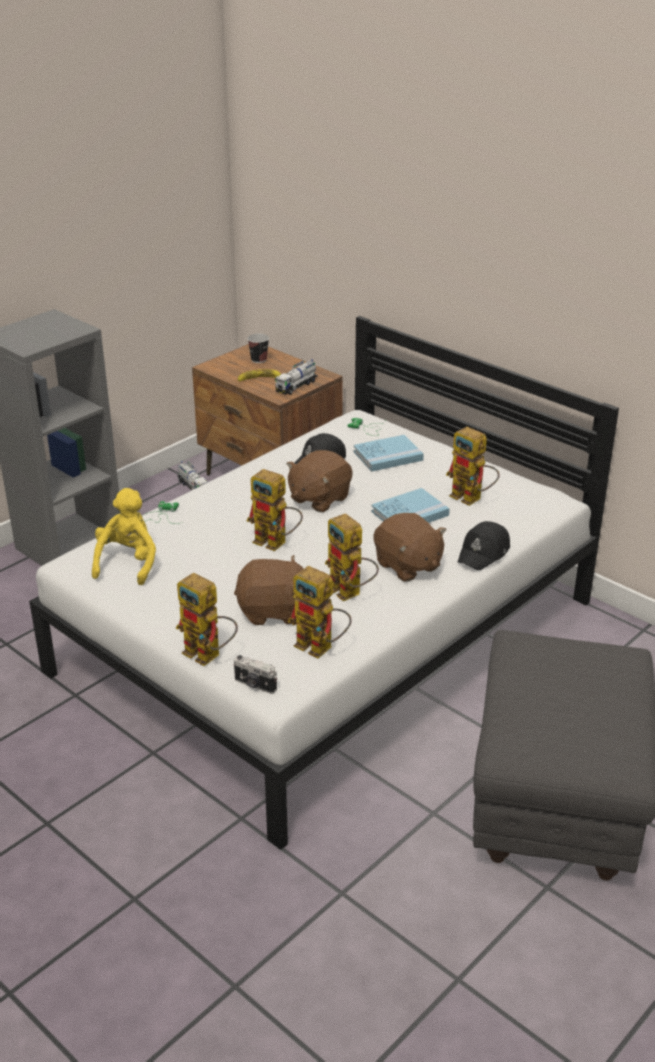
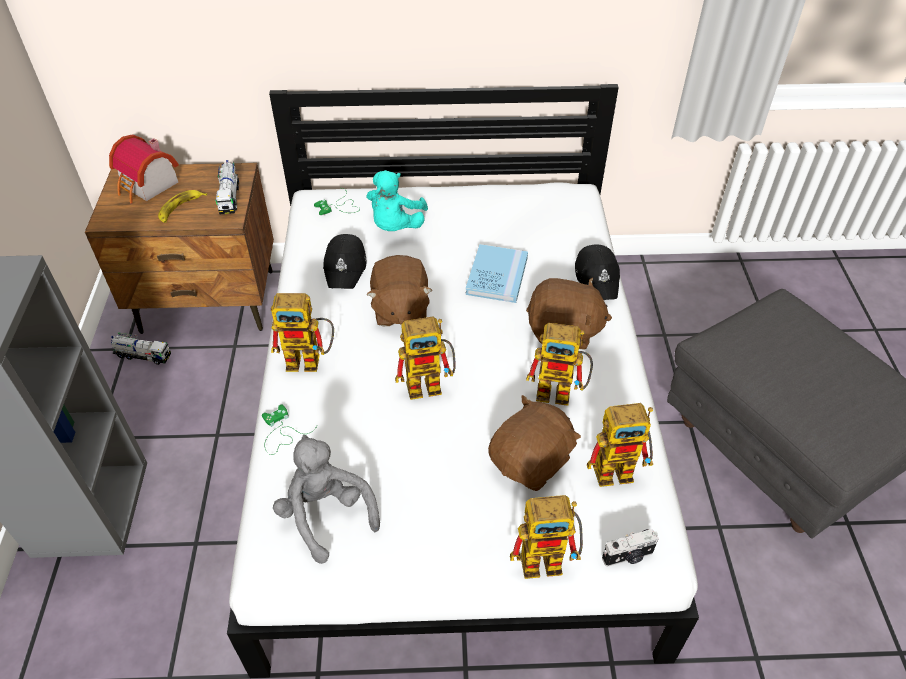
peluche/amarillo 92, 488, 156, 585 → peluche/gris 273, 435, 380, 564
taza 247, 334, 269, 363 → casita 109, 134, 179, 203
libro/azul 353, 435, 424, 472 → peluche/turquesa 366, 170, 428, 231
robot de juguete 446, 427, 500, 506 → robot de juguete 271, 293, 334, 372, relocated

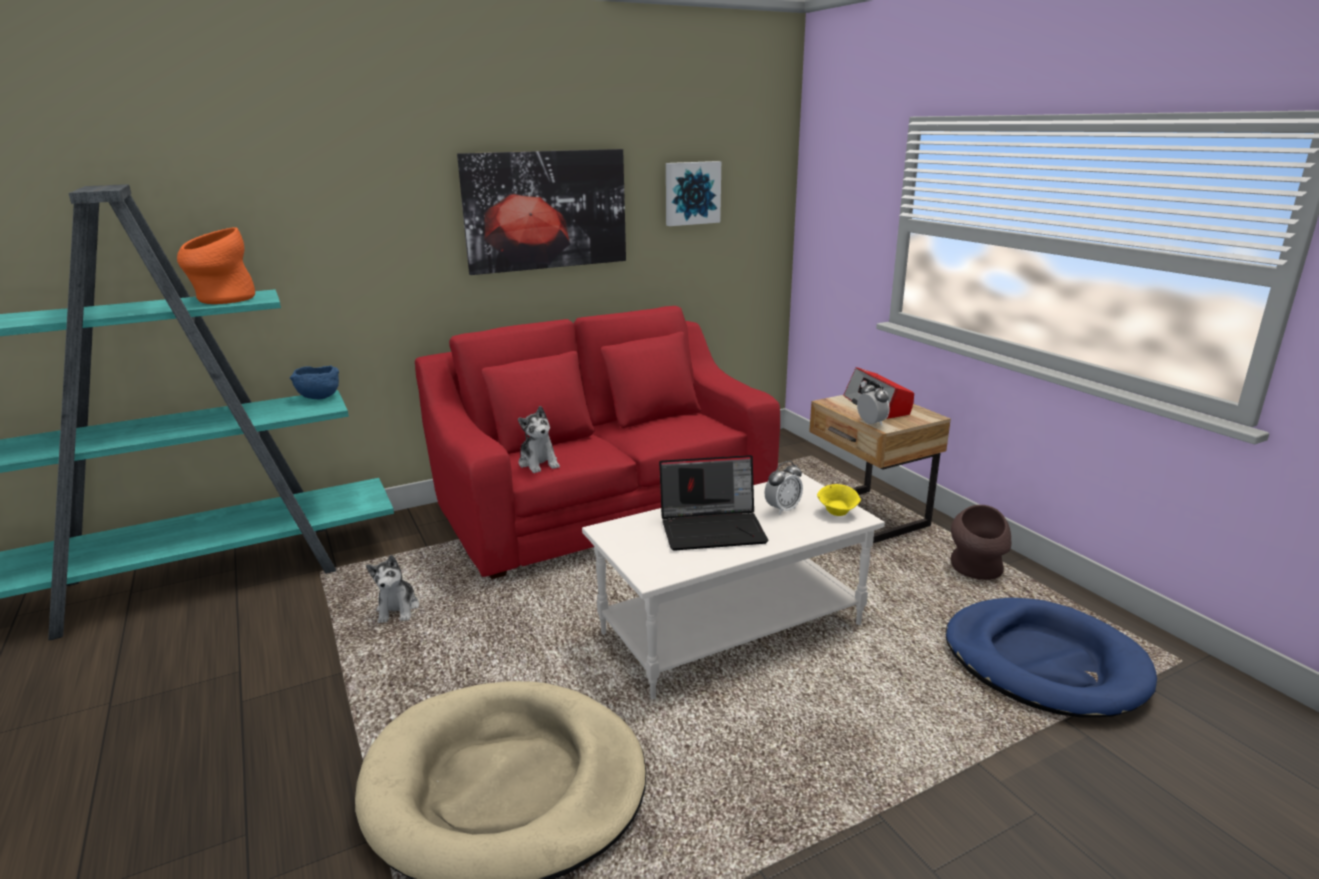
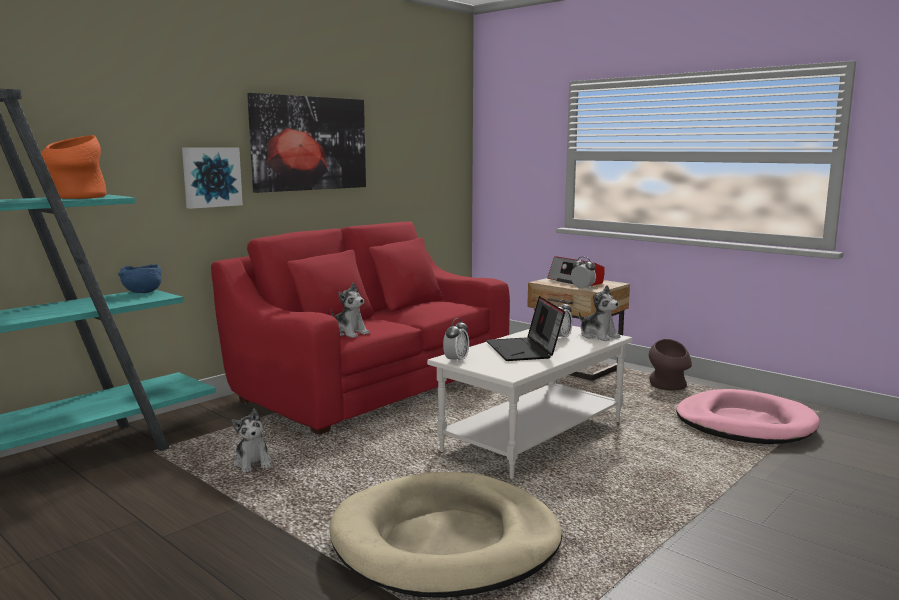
portátil 659, 455, 768, 551 → portátil 486, 296, 565, 361, 105 degrees clockwise
cuadro 666, 161, 721, 226 → cuadro 182, 148, 243, 209, relocated
cuenco/amarillo 817, 484, 861, 516 → peluche 579, 285, 621, 341
cama para perro/azul 946, 598, 1157, 717 → cama para perro/rosa 676, 389, 820, 444
- → despertador 443, 318, 469, 364

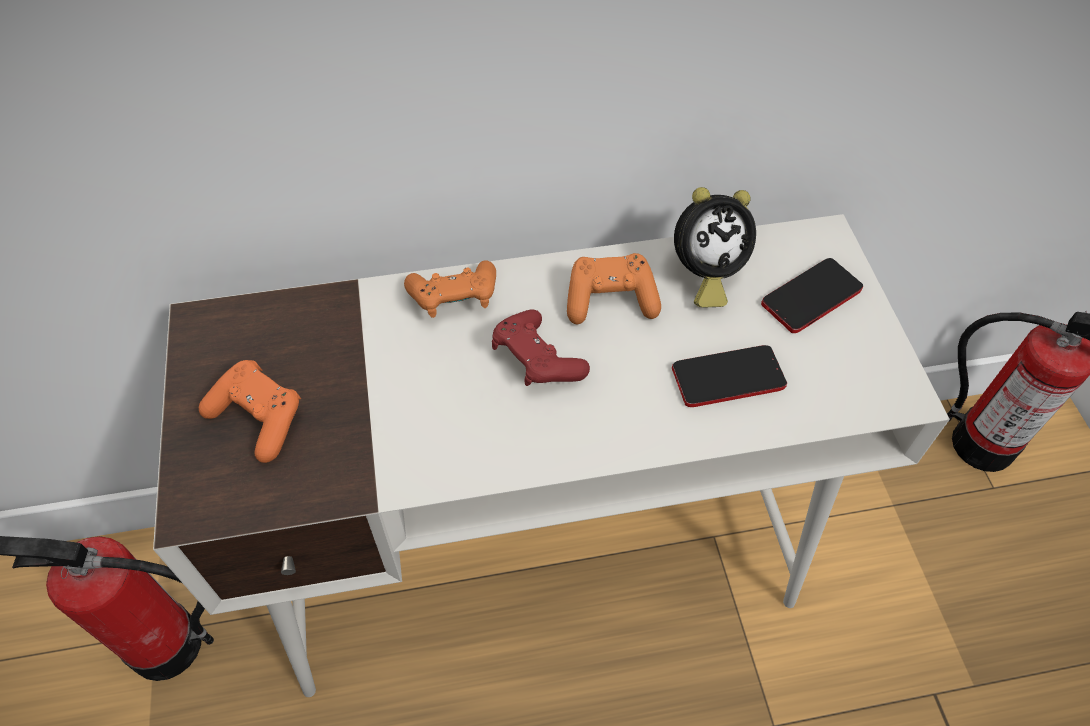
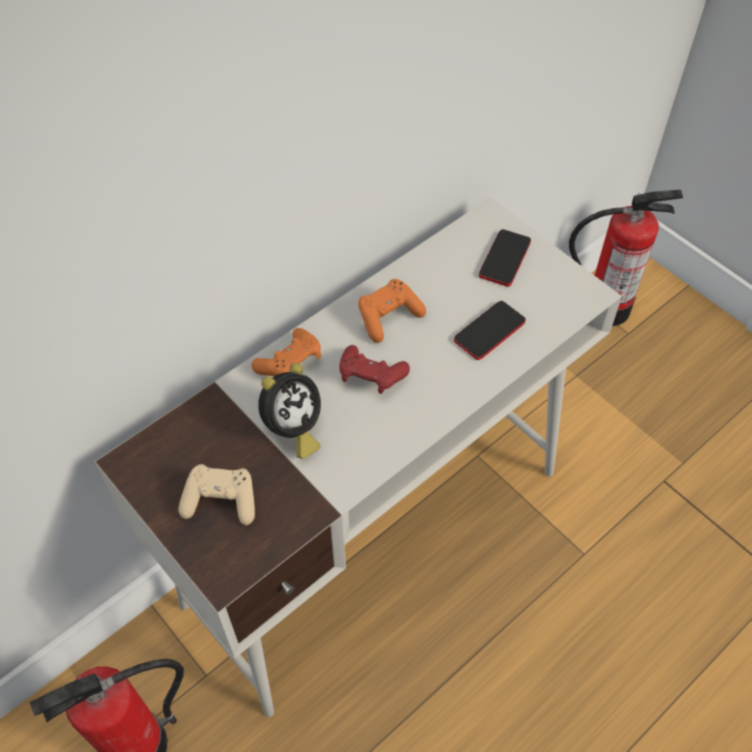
mando de consola/naranja 199, 360, 301, 463 → mando de consola/beis 178, 464, 255, 525
despertador 674, 187, 756, 307 → despertador 258, 363, 321, 459, relocated

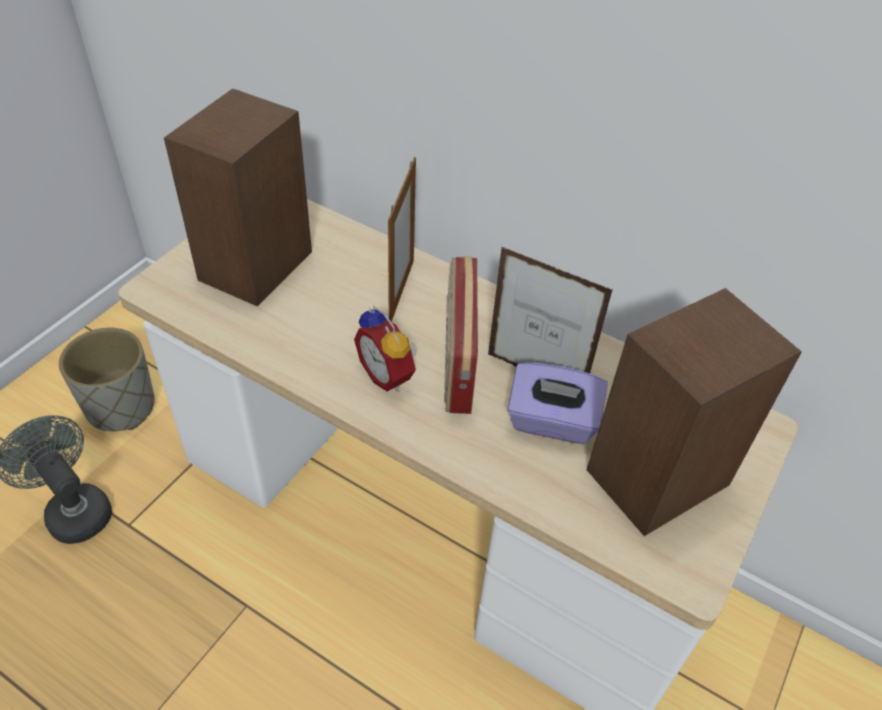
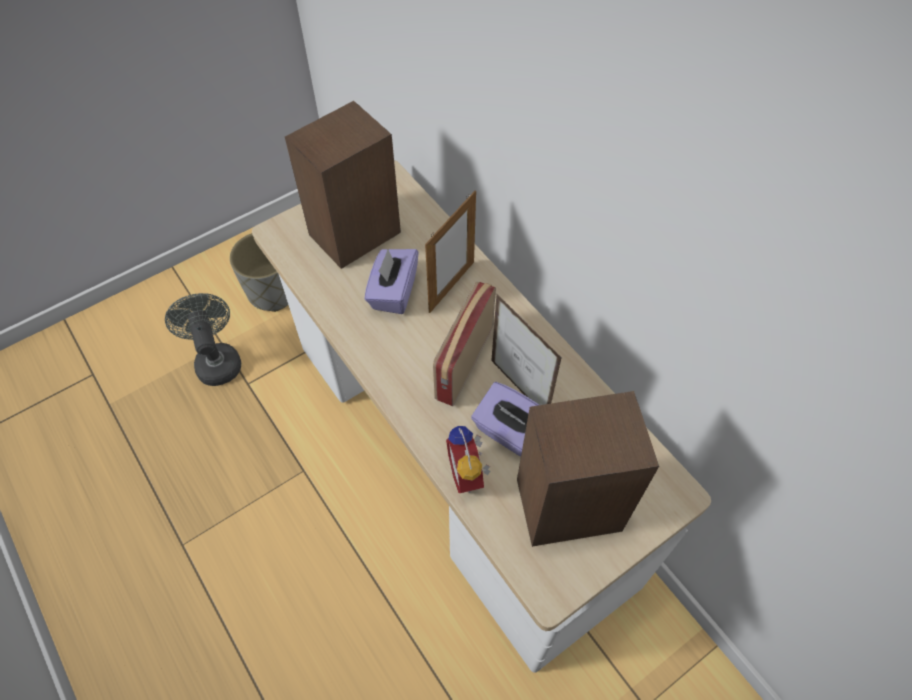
despertador 354, 306, 417, 392 → despertador 446, 426, 491, 493, relocated
- → caja de pañuelos/morado 365, 249, 419, 314

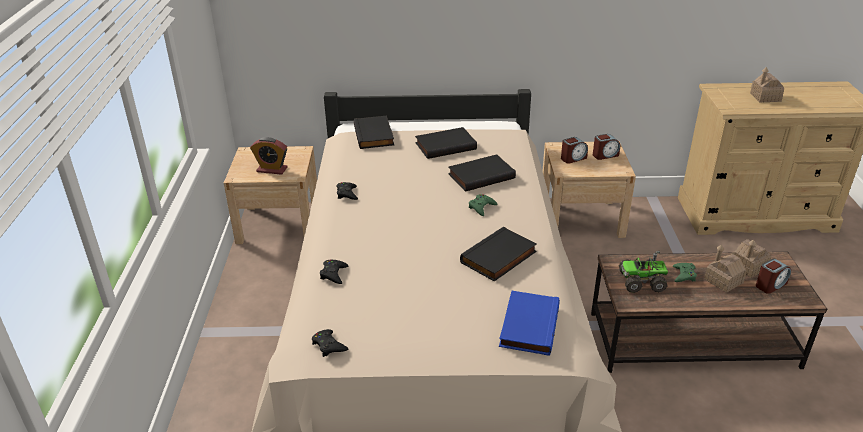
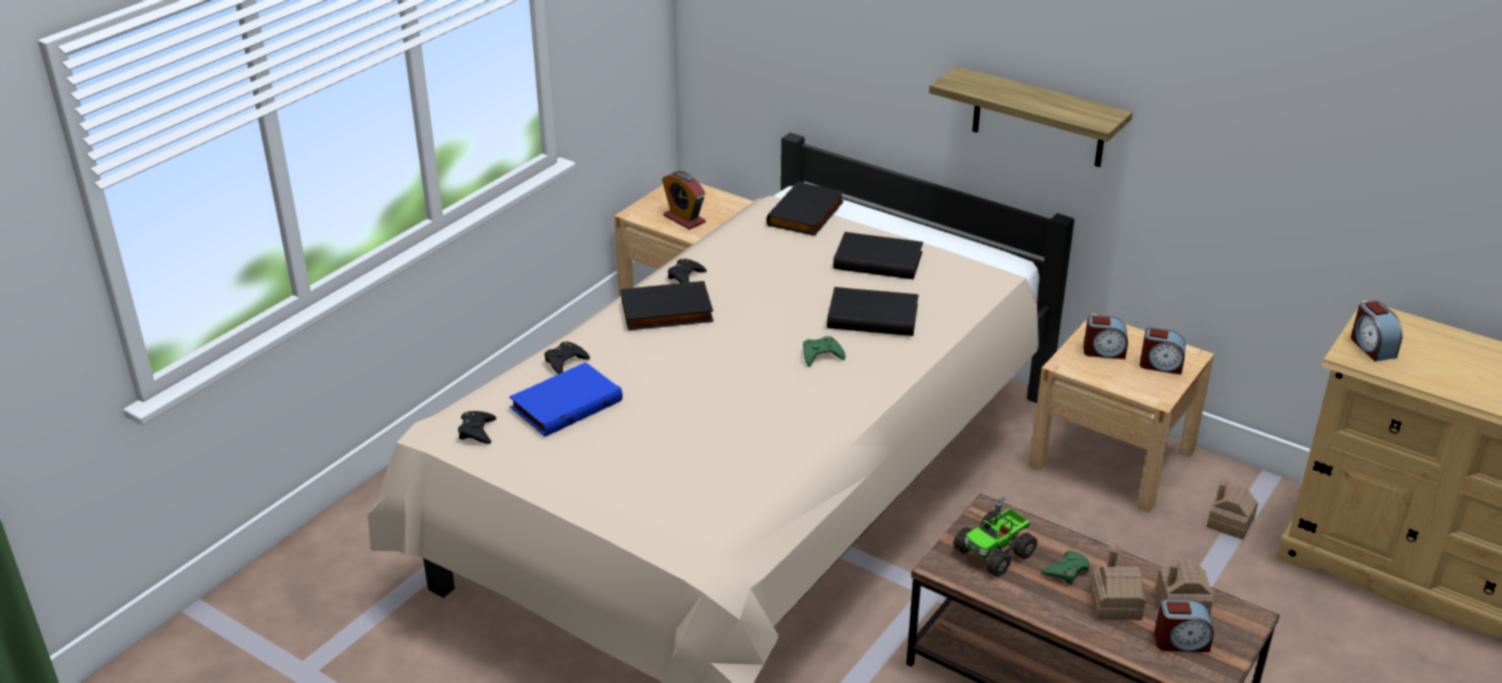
libro/negro 460, 227, 537, 281 → libro/negro 621, 281, 713, 330, relocated
libro/azul 499, 291, 560, 356 → libro/azul 509, 362, 623, 436, relocated
camión de juguete 619, 251, 668, 293 → camión de juguete 953, 496, 1037, 577, 75 degrees counterclockwise
casita 750, 67, 784, 102 → casita 1207, 477, 1258, 540, relocated
- → estante 929, 66, 1133, 167
- → despertador 1351, 301, 1403, 362

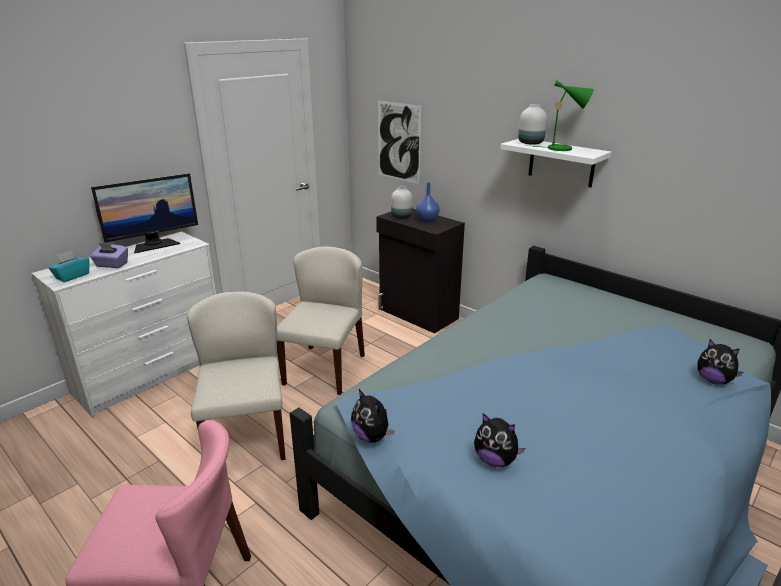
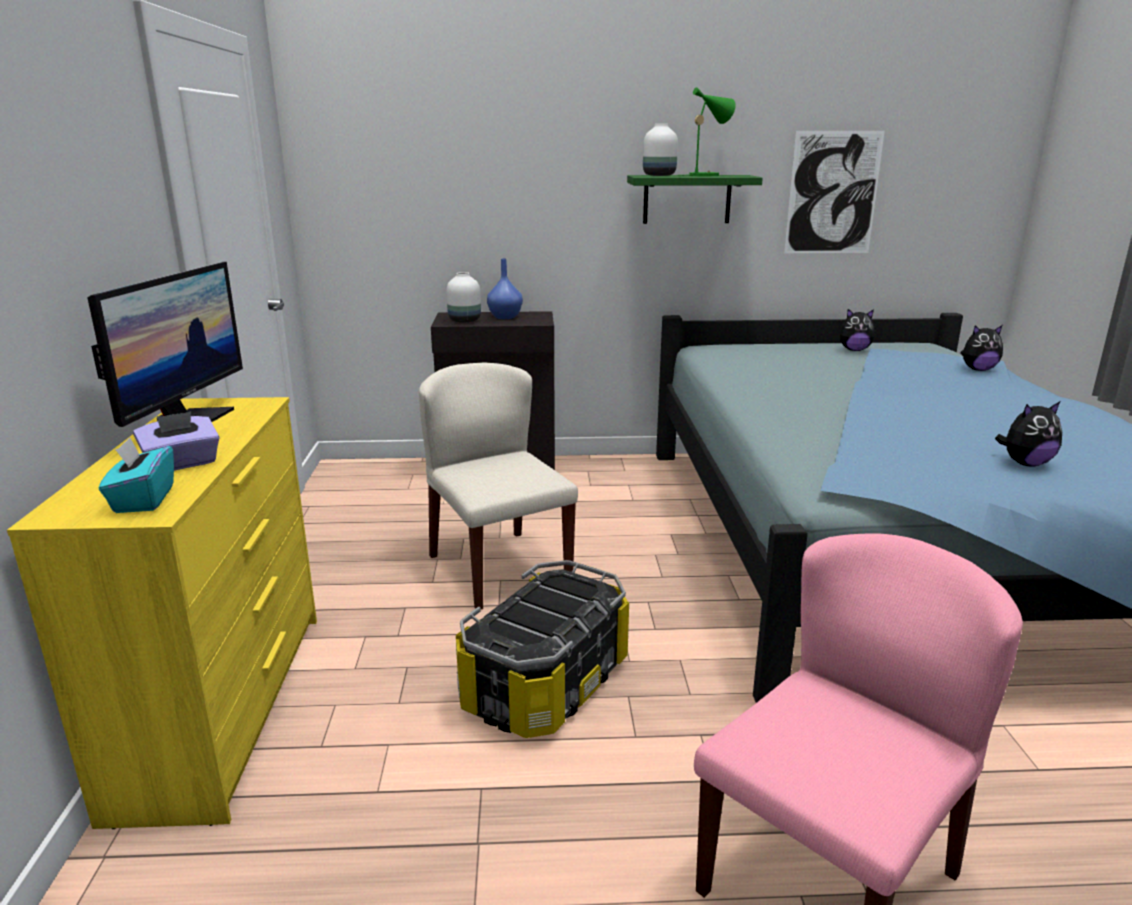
cómoda/blanco 31, 231, 216, 417 → cómoda/amarillo 7, 397, 317, 829
silla/beis 187, 291, 286, 460 → caja de almacenaje 456, 560, 629, 738
peluche 351, 389, 395, 443 → peluche 840, 309, 875, 351, relocated
cuadro 378, 101, 421, 184 → cuadro 784, 131, 885, 253, relocated
estante/blanco 500, 139, 612, 187 → estante/verde 627, 175, 763, 224

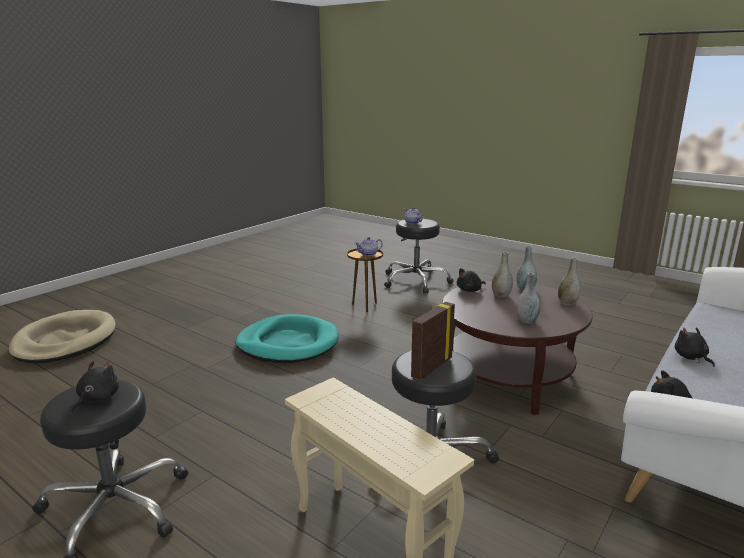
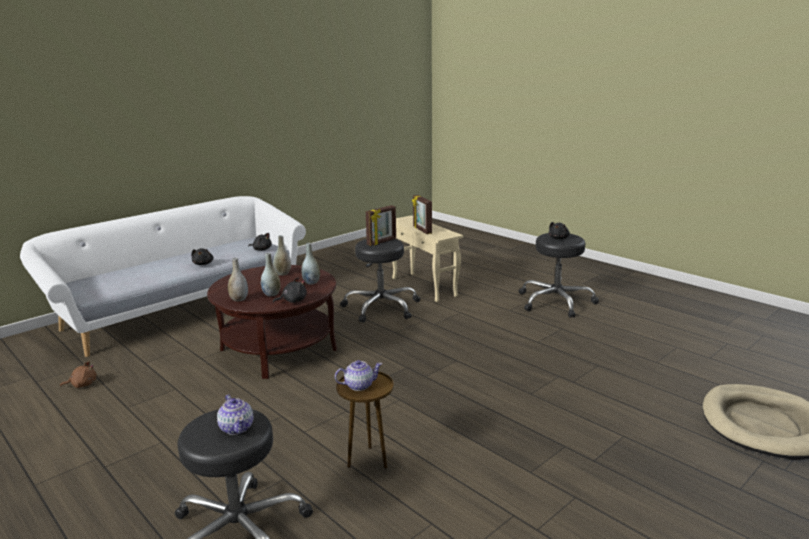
cama para perro/turquesa 235, 314, 339, 363 → -
florero/gris 558, 258, 581, 305 → florero/gris 301, 243, 320, 285, relocated
- → peluche/marrón 60, 361, 97, 388
- → portarretratos 412, 195, 432, 234

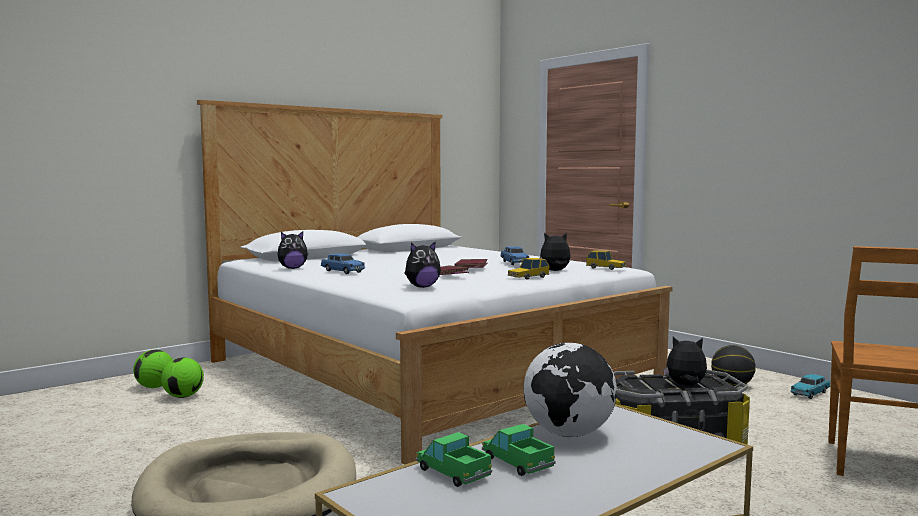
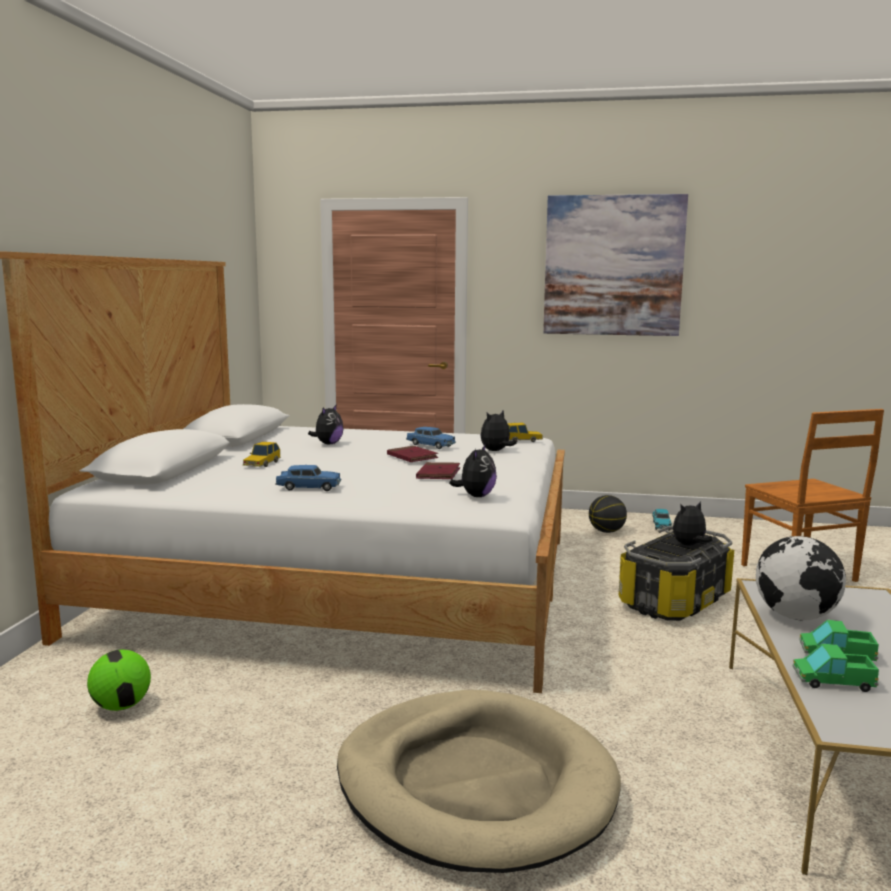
balón de fútbol 133, 350, 173, 388 → -
peluche 277, 231, 308, 269 → peluche 308, 404, 344, 444, relocated
coche de juguete 507, 258, 550, 280 → coche de juguete 243, 442, 281, 467, relocated
- → cuadro 543, 194, 688, 336

